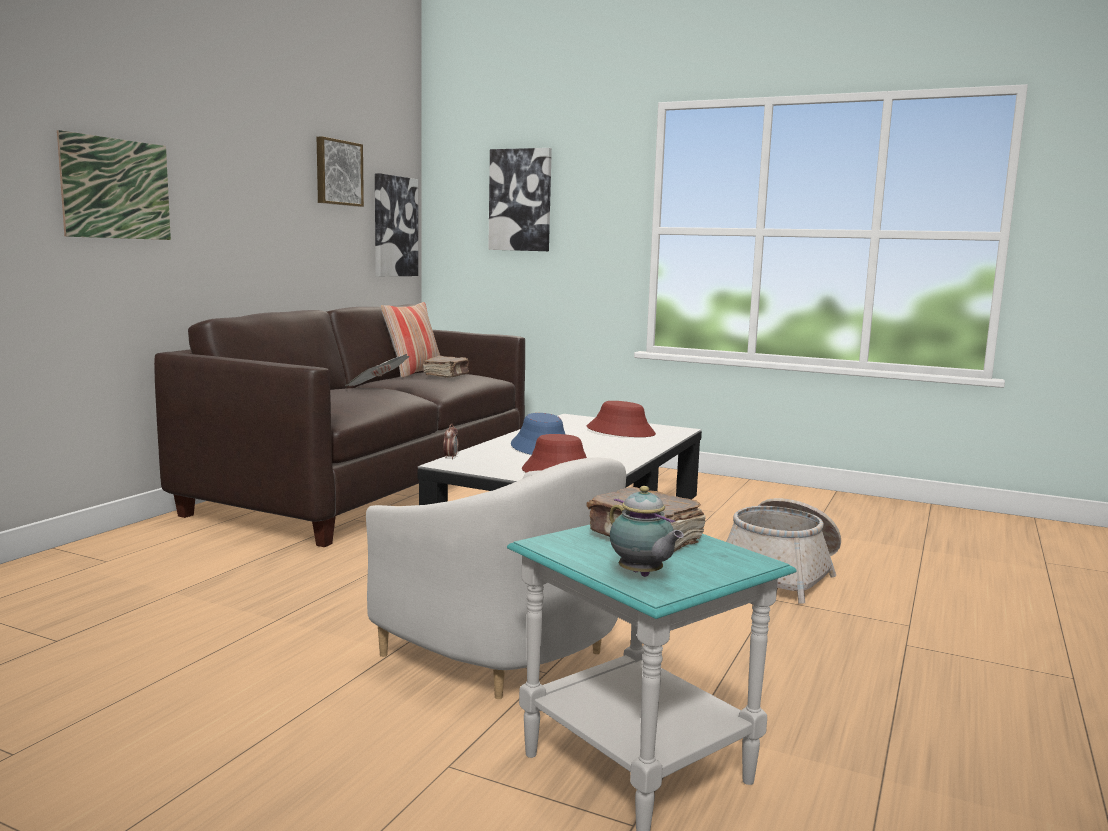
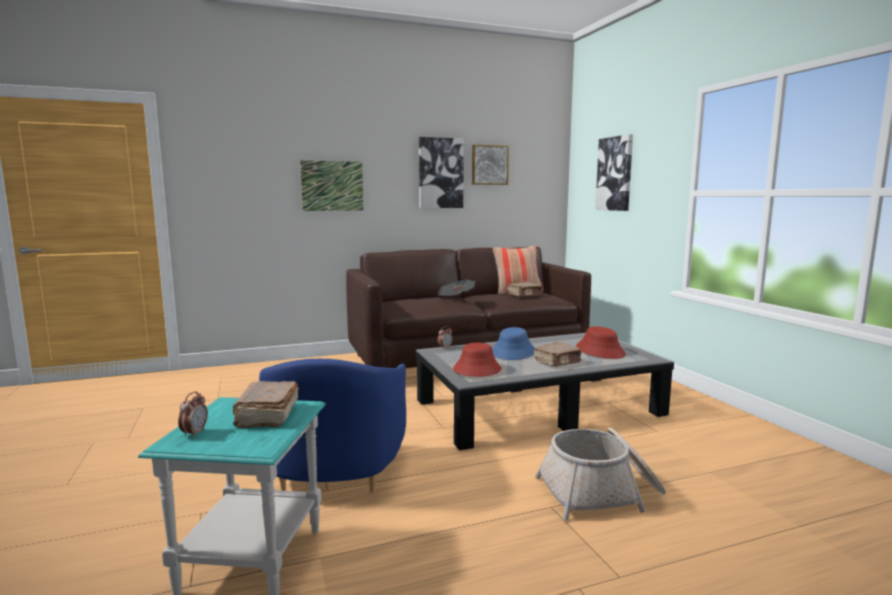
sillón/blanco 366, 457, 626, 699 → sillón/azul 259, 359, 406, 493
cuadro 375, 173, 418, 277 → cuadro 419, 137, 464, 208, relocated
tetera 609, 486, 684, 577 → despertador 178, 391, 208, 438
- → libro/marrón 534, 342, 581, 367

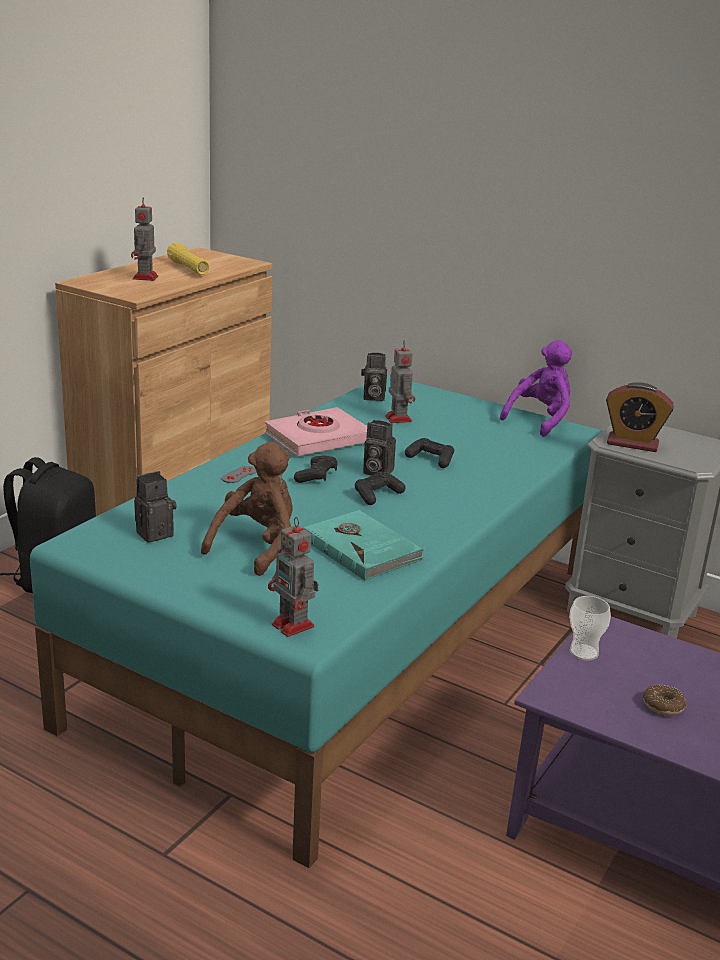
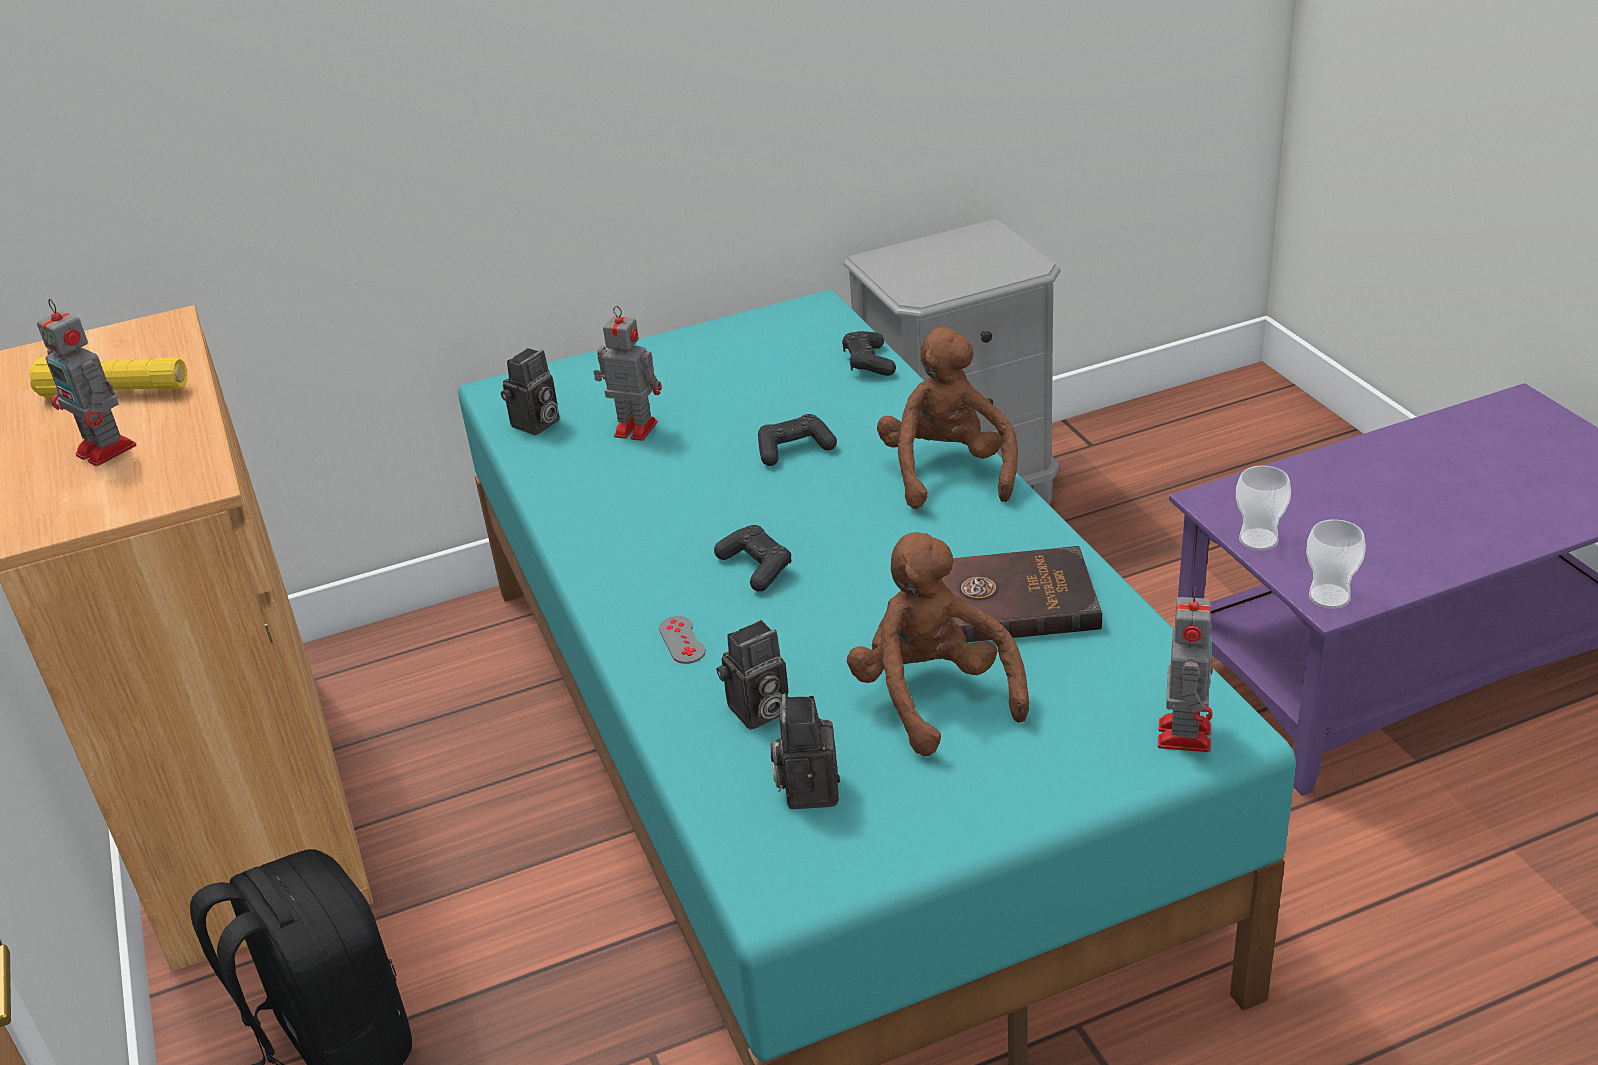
libro/rosa 264, 407, 367, 456 → -
robot de juguete 268, 517, 319, 637 → robot de juguete 1158, 588, 1213, 752, 75 degrees counterclockwise
libro/turquesa 303, 510, 424, 581 → libro/marrón 941, 546, 1102, 643
mando de consola/negro 355, 472, 406, 505 → mando de consola/negro 842, 331, 896, 376, relocated
cámara 363, 420, 396, 476 → cámara 716, 620, 789, 730, relocated
peluche/morado 500, 340, 572, 437 → -
despertador 606, 382, 674, 452 → -
rosquilla 643, 684, 687, 716 → -
- → peluche/marrón 877, 327, 1018, 509
- → taza 1306, 519, 1366, 609

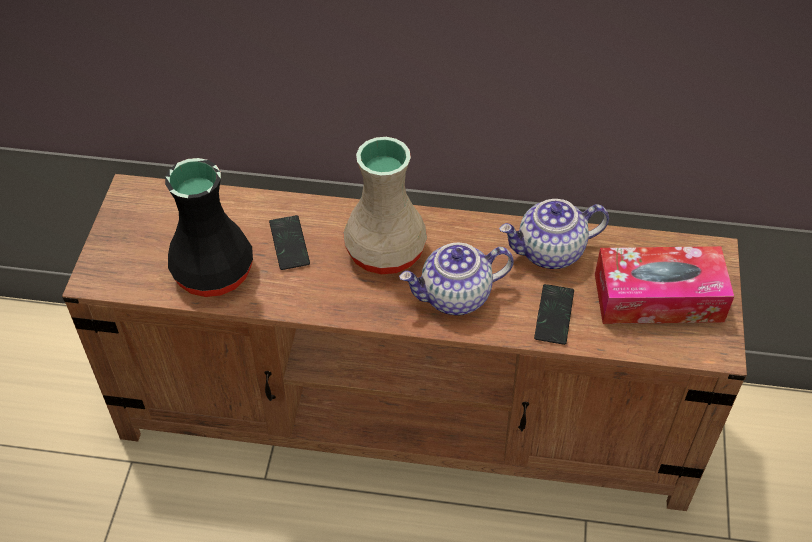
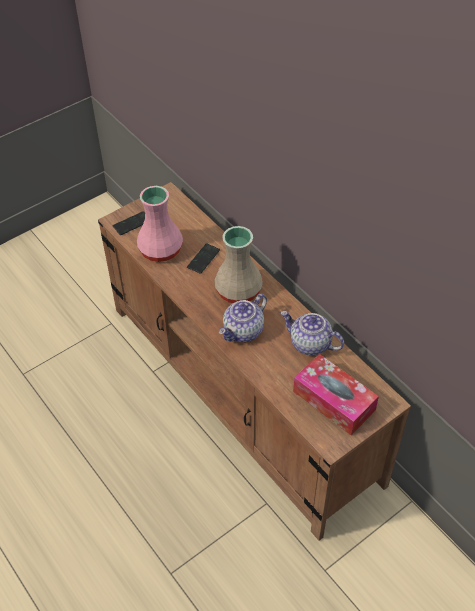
florero/negro 165, 158, 253, 297 → florero/rosa 137, 186, 183, 262
tetera 399, 243, 514, 315 → tetera 219, 294, 267, 342, 75 degrees counterclockwise
móvil 534, 284, 574, 345 → móvil 113, 211, 145, 235, relocated

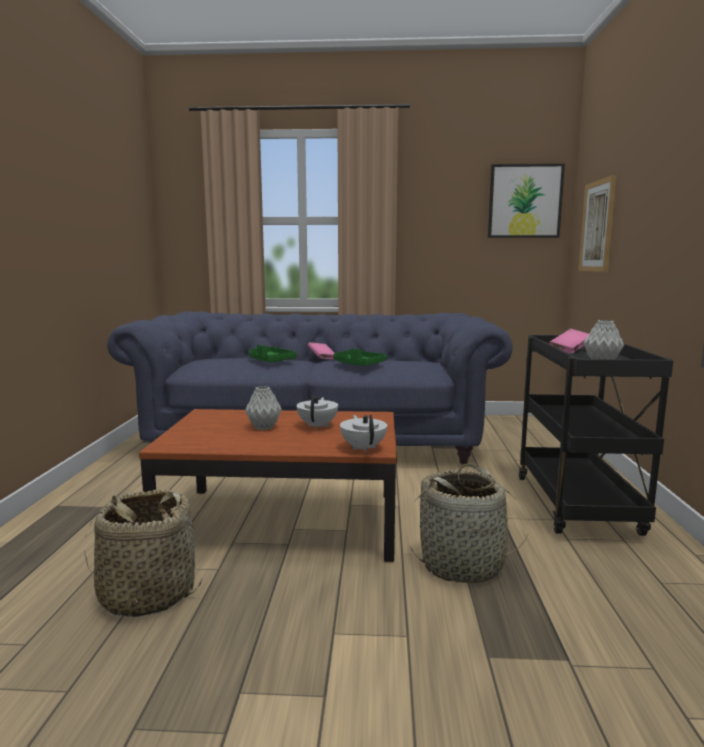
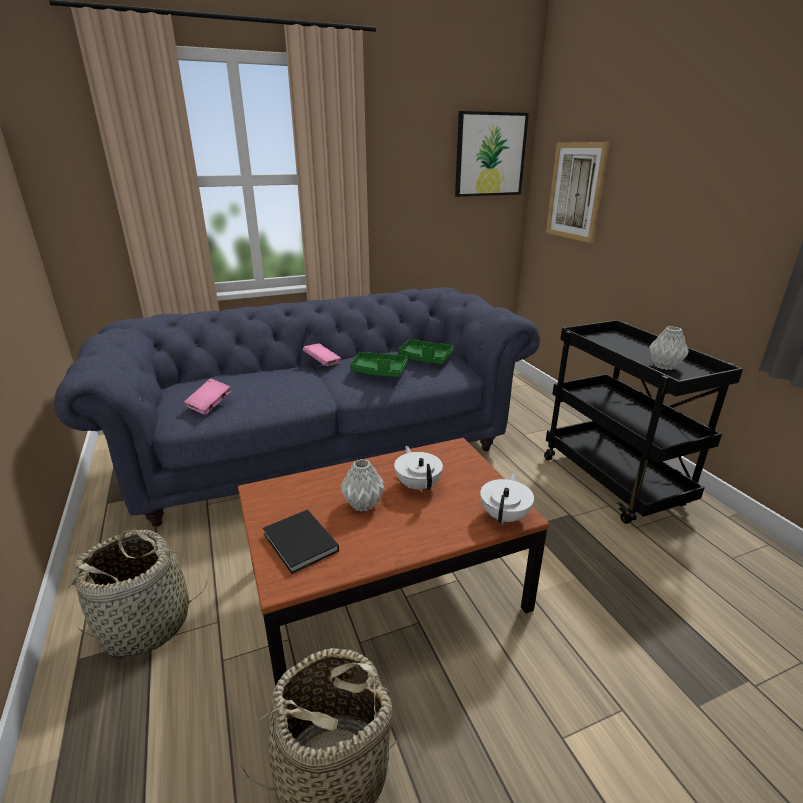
bandeja/verde 249, 345, 297, 362 → bandeja/verde 398, 339, 454, 364, relocated
tetera/blanco 340, 415, 387, 452 → tetera/blanco 480, 472, 534, 524, 60 degrees clockwise
cesta 410, 463, 528, 583 → cesta 67, 529, 207, 658, relocated
libro/rosa 549, 329, 589, 354 → libro/rosa 184, 378, 231, 415, relocated
- → libro/negro 263, 509, 339, 574

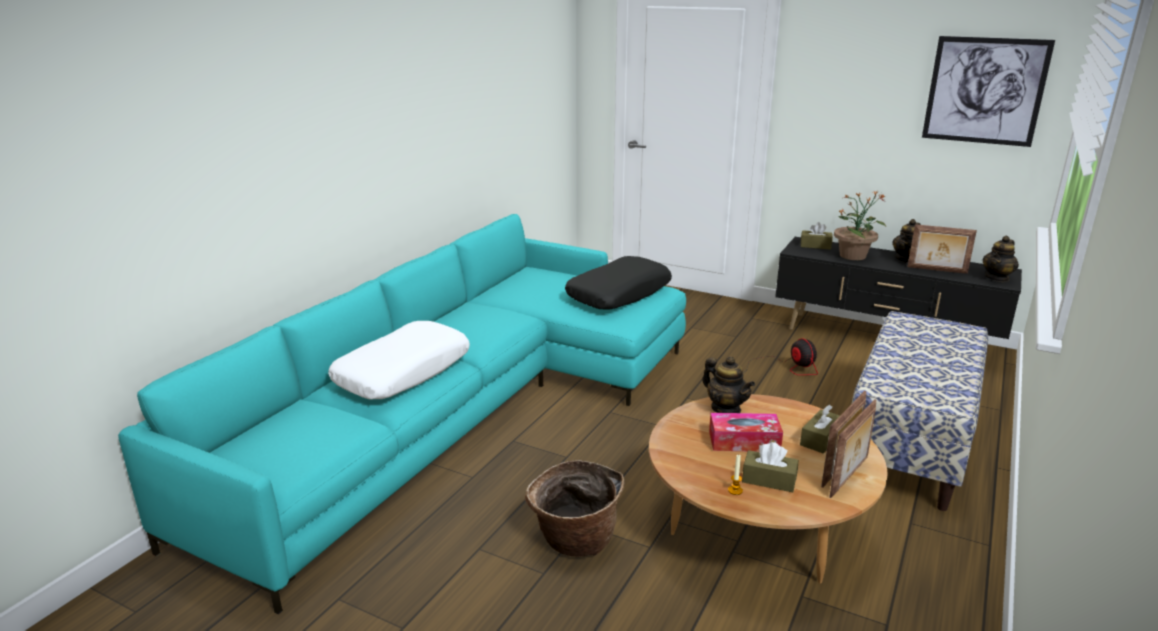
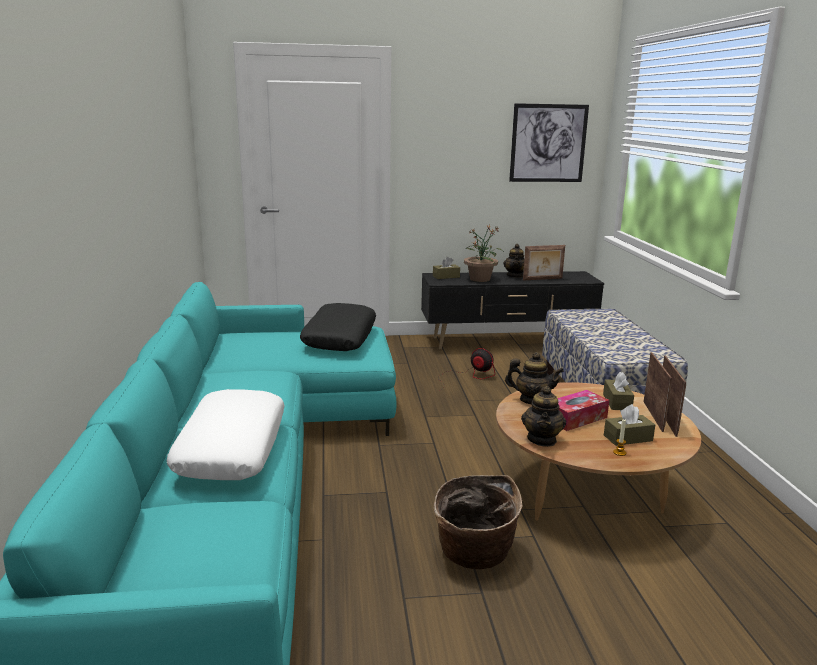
tetera 982, 236, 1019, 282 → tetera 521, 386, 567, 447, relocated

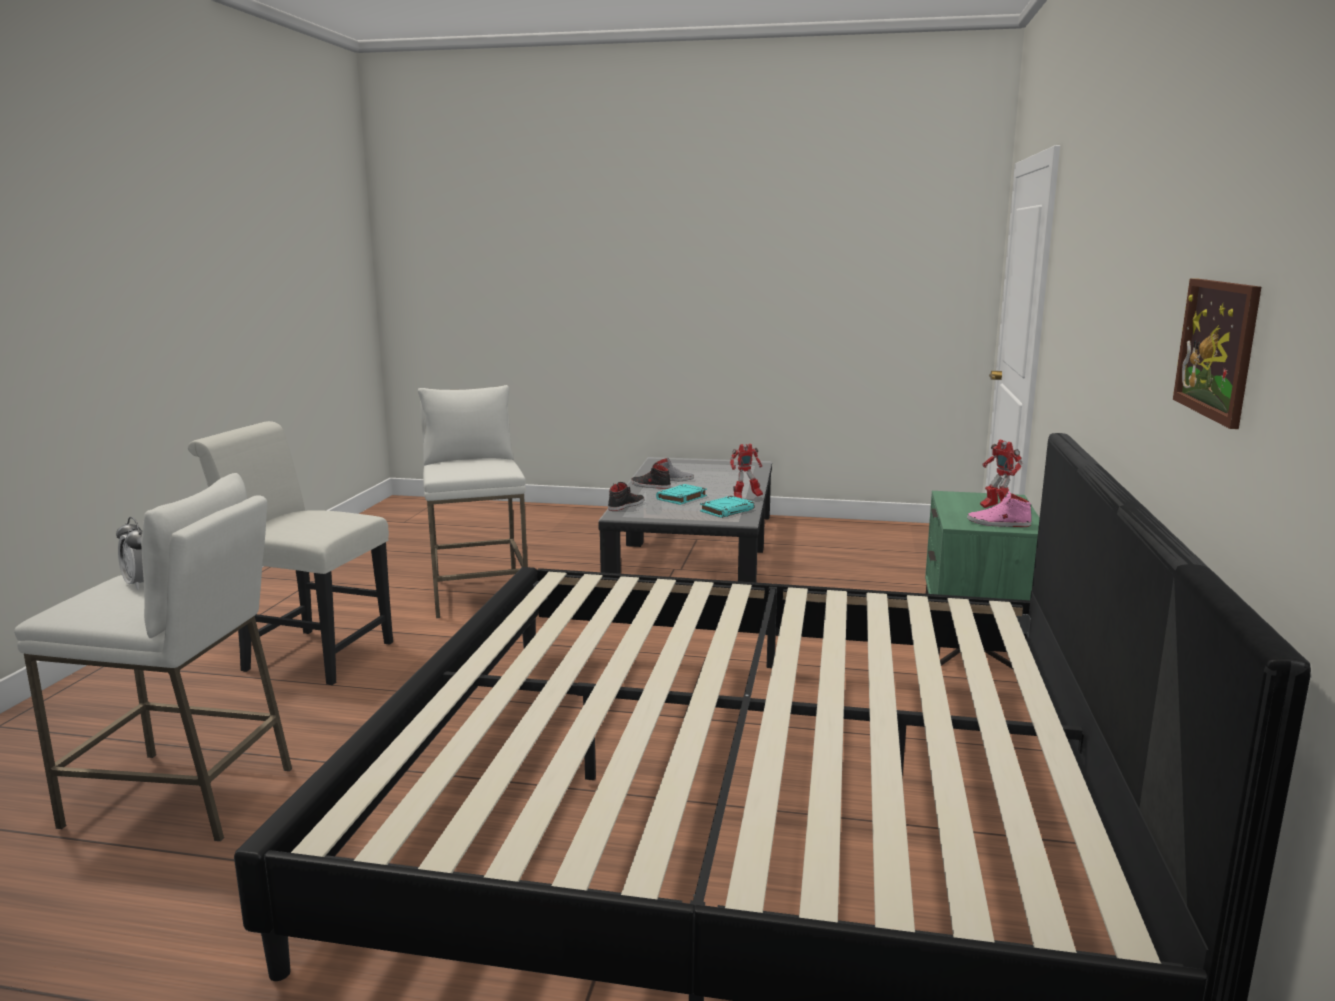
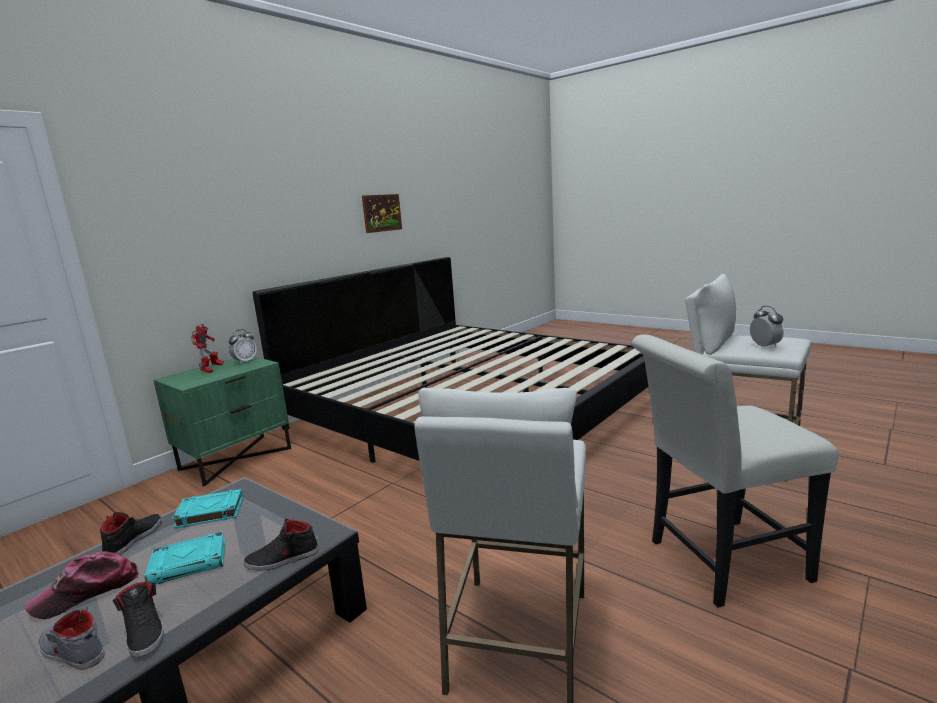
silla/blanco 188, 421, 393, 685 → silla/blanco 632, 334, 839, 608, 120 degrees clockwise
robot de juguete 730, 444, 763, 498 → zapato/negro 100, 512, 162, 555
zapato/rosa 967, 491, 1032, 527 → despertador 229, 329, 257, 364
- → gorra 24, 551, 139, 619

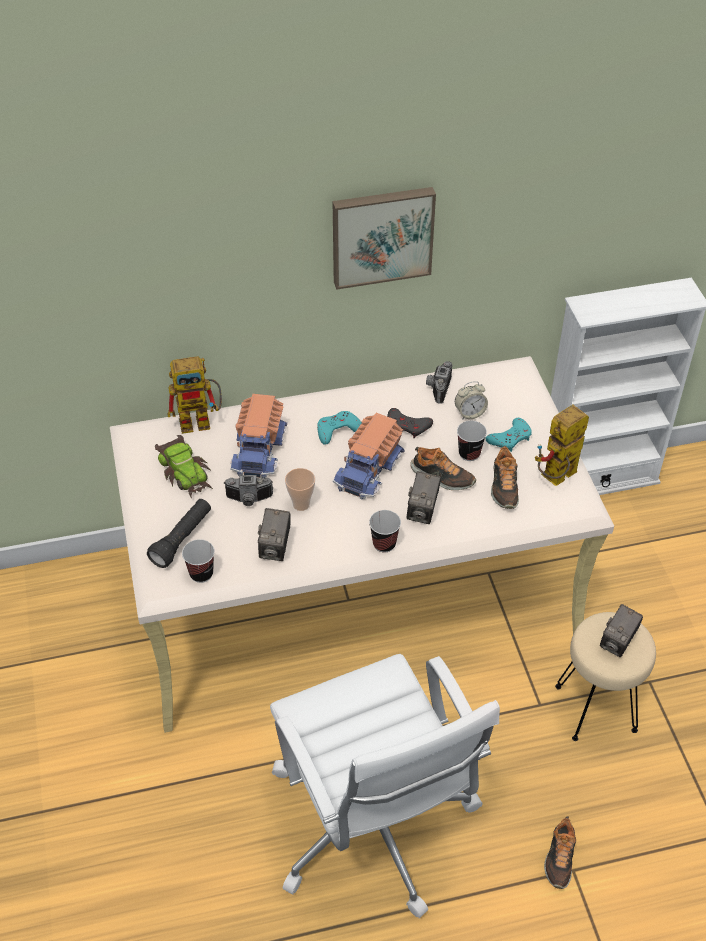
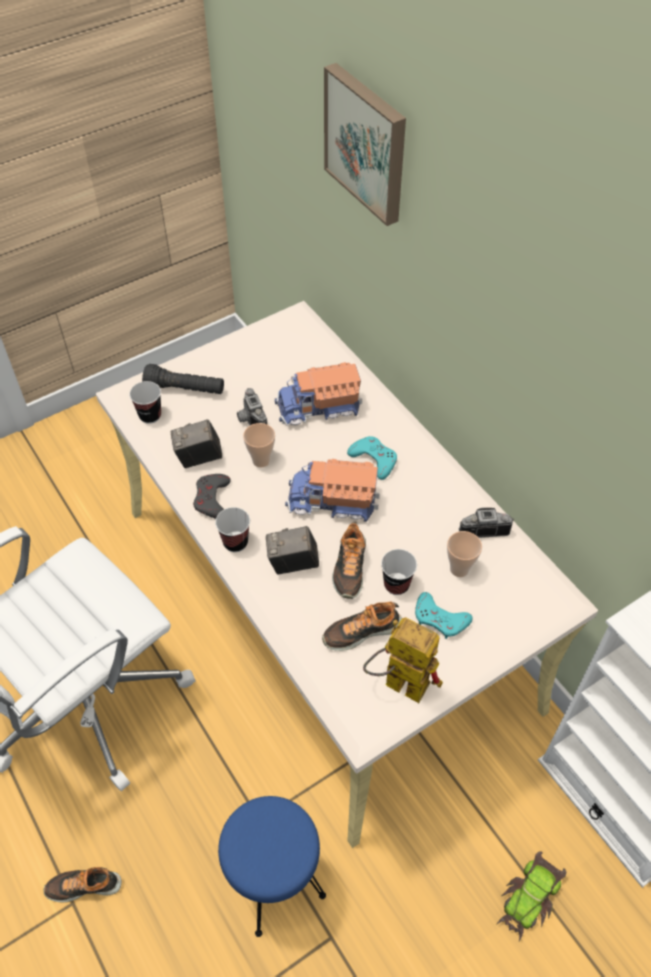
coche de juguete 155, 435, 213, 499 → coche de juguete 496, 852, 566, 941, relocated
robot de juguete 168, 356, 222, 434 → -
cuadro 333, 187, 436, 290 → cuadro 324, 63, 406, 226, relocated
mando de consola/gris 387, 408, 433, 438 → mando de consola/gris 193, 474, 231, 519, relocated
despertador 455, 381, 488, 420 → taza 447, 531, 482, 577
taburete/beis 555, 612, 656, 741 → taburete/azul 218, 796, 326, 937
cámara 600, 604, 643, 657 → -

